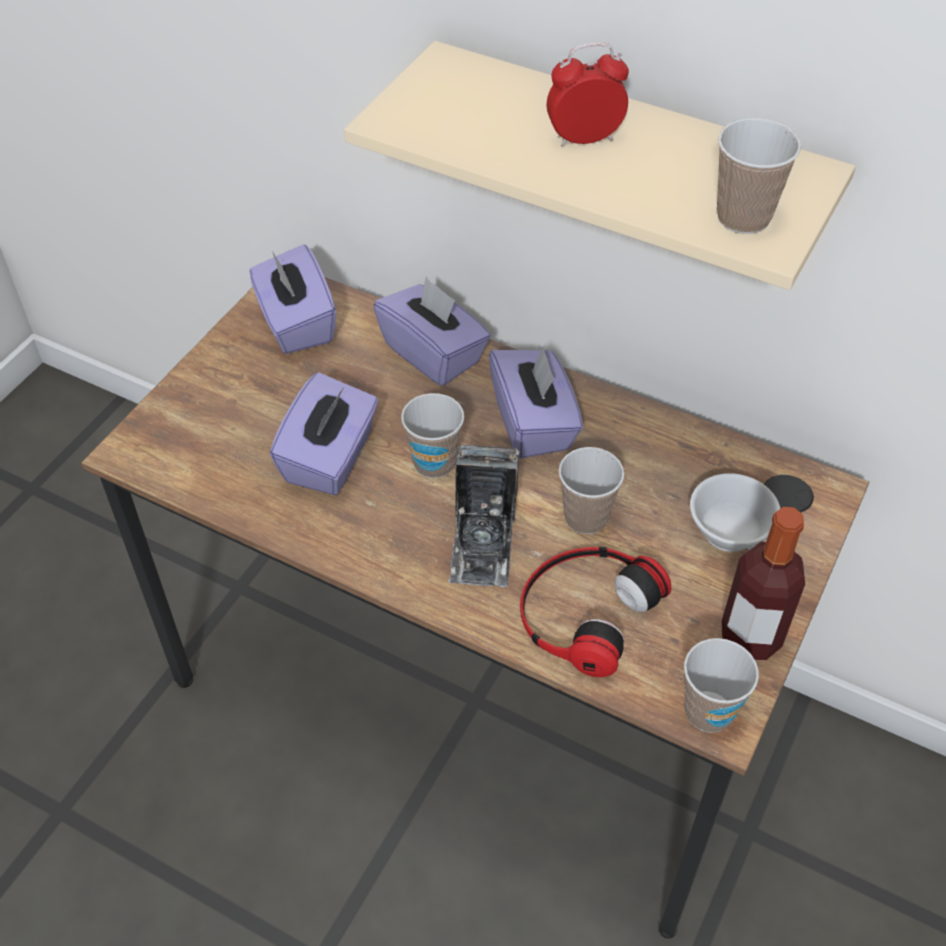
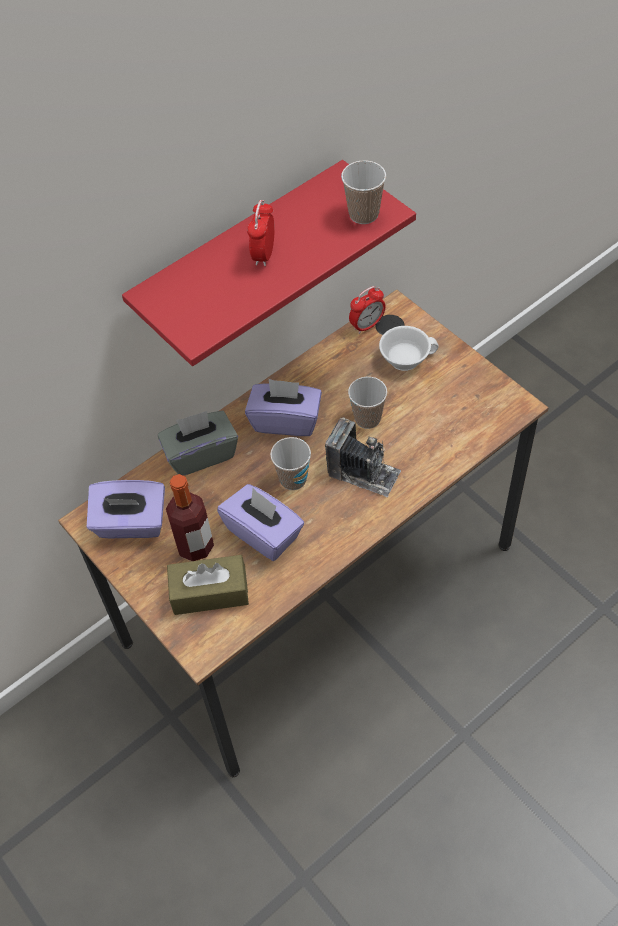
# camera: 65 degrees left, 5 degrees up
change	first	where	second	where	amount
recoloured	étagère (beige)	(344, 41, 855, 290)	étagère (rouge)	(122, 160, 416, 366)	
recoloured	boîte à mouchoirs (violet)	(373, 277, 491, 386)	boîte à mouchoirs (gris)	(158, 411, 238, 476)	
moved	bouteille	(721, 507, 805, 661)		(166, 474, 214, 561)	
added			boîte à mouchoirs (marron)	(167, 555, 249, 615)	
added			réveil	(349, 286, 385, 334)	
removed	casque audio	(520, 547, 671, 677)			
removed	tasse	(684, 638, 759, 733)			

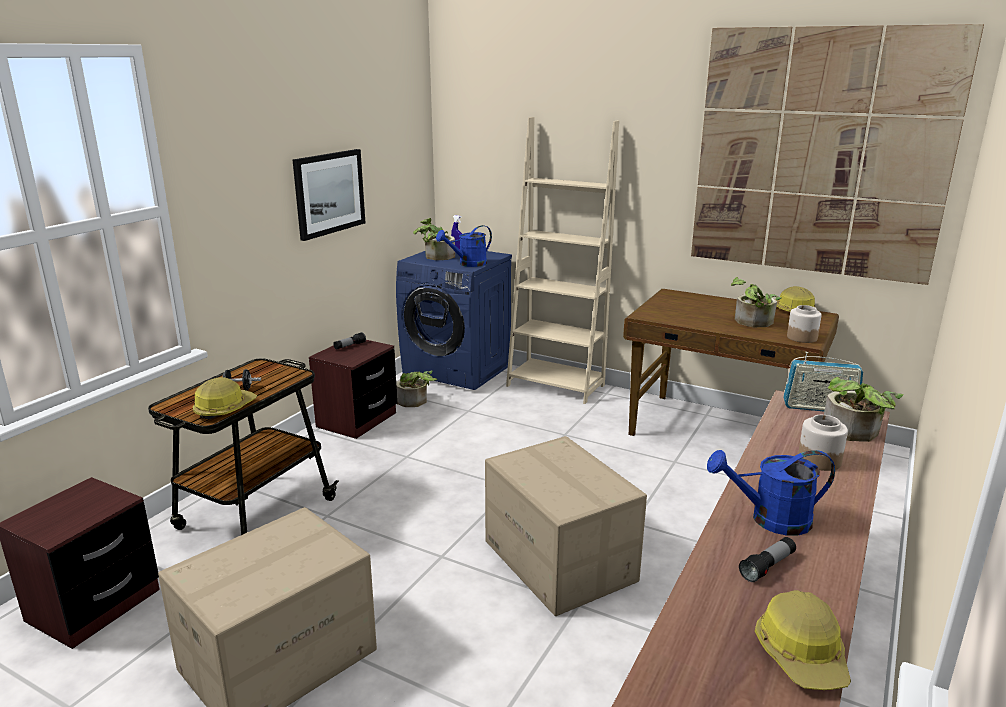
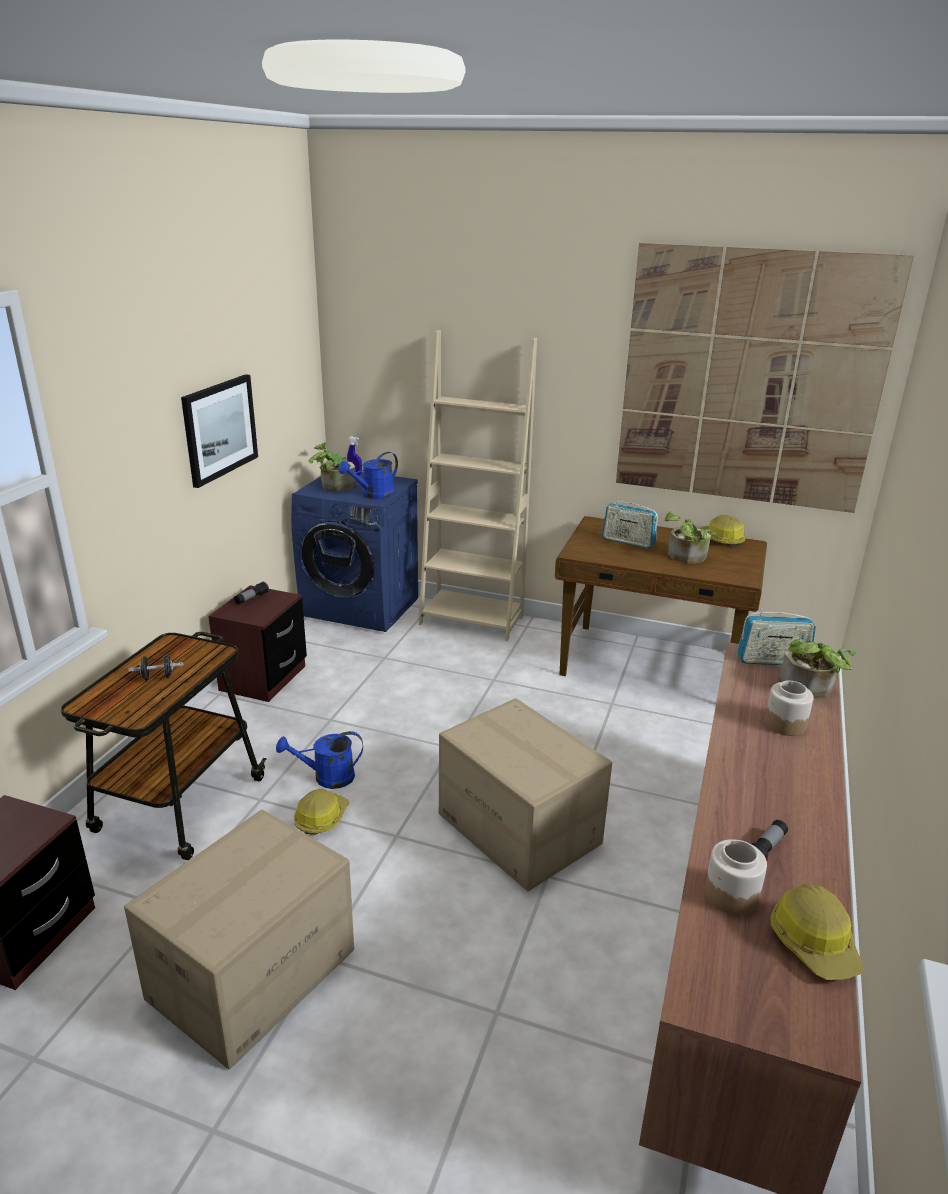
# camera: 10 degrees left, 5 degrees up
change	first	where	second	where	amount
moved	arrosoir (bleu)	(707, 450, 835, 536)		(276, 731, 363, 789)	
moved	casque de chantier	(193, 377, 257, 419)		(294, 789, 349, 835)	
added			radio	(602, 497, 658, 549)	
moved	bocal	(787, 305, 822, 343)		(705, 839, 767, 915)	
removed	plante en pot	(396, 370, 437, 407)			

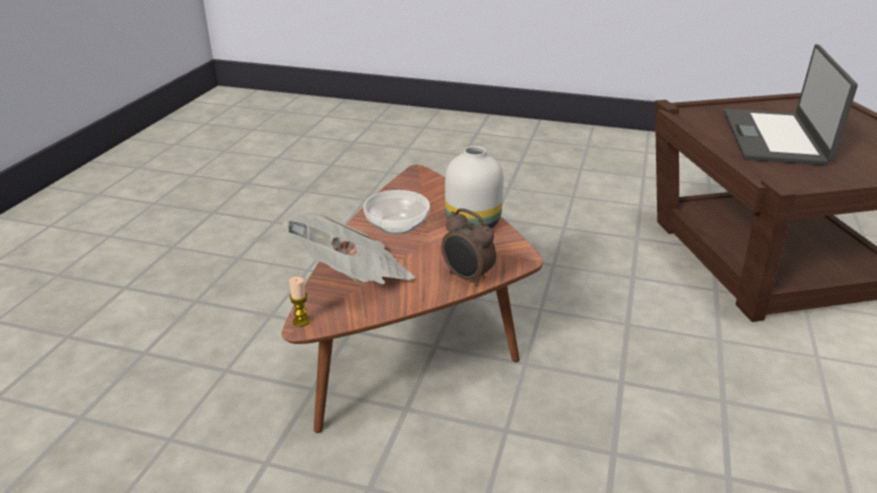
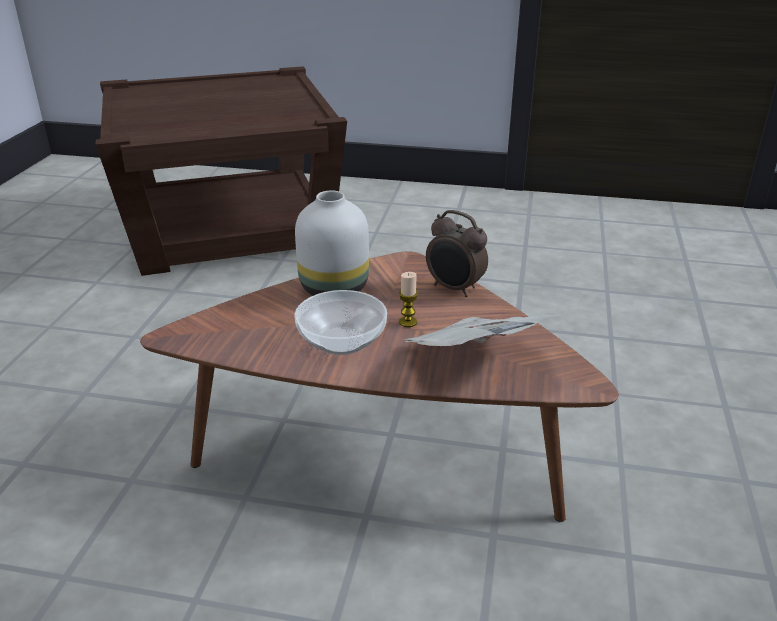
# camera: 95 degrees left, 0 degrees up
change	first	where	second	where	amount
moved	bougie	(289, 277, 310, 327)		(399, 272, 418, 327)	
turned	réveil	(441, 208, 496, 286)		(426, 210, 488, 297)	90 degrees clockwise
removed	ordinateur portable	(724, 44, 858, 165)			

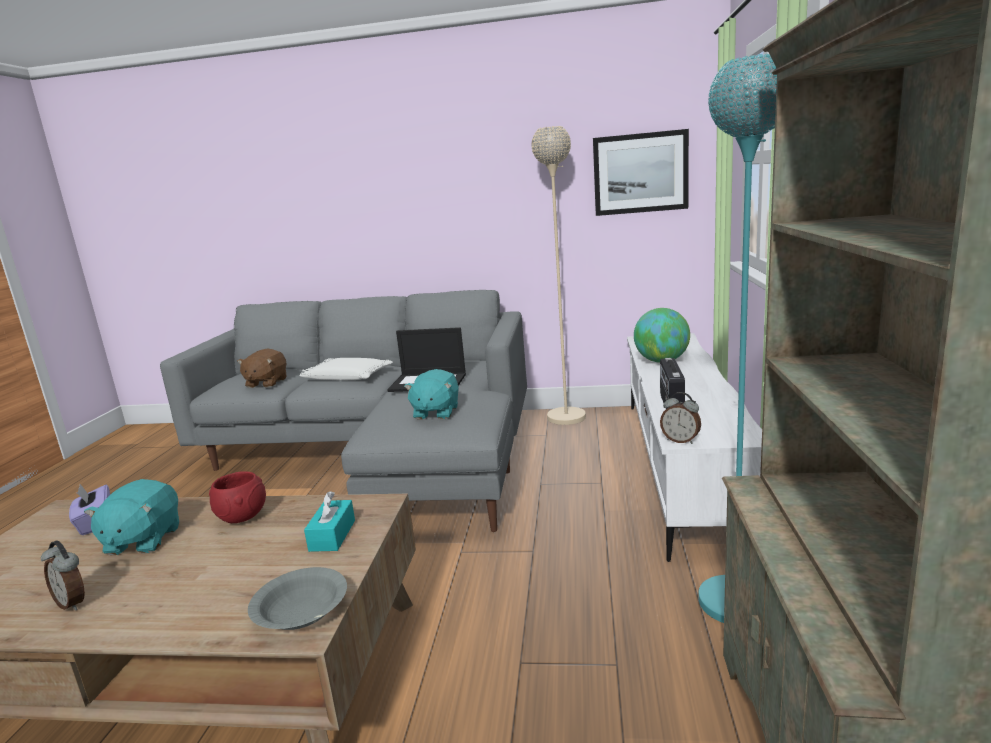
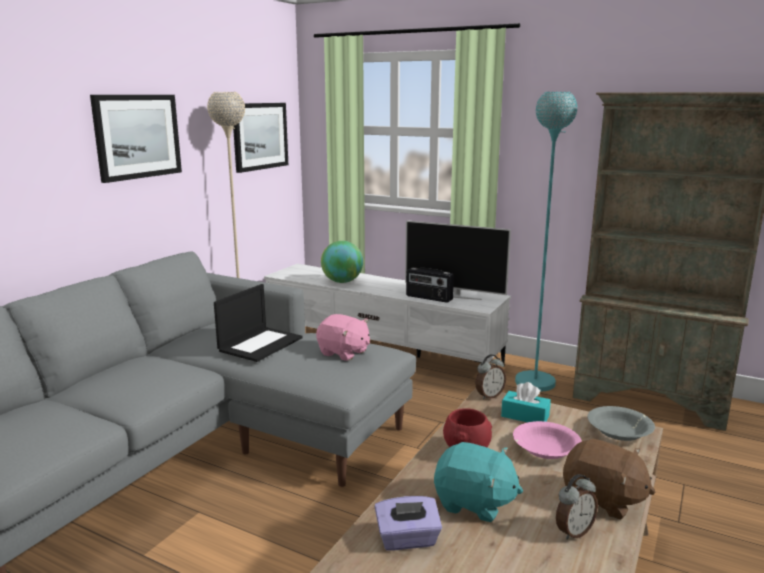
# camera: 70 degrees left, 0 degrees up
change	first	where	second	where	amount
added			tableau	(90, 95, 182, 183)	
recoloured	peluche (turquoise)	(404, 369, 459, 419)	peluche (rose)	(316, 314, 370, 361)	
added			téléviseur	(405, 220, 511, 300)	
moved	réveil	(660, 392, 701, 444)		(476, 354, 506, 400)	
added			bol (rose)	(513, 421, 582, 459)	
moved	peluche (marron)	(237, 348, 286, 388)		(563, 439, 655, 520)	
removed	coussin (blanc)	(299, 358, 393, 381)			

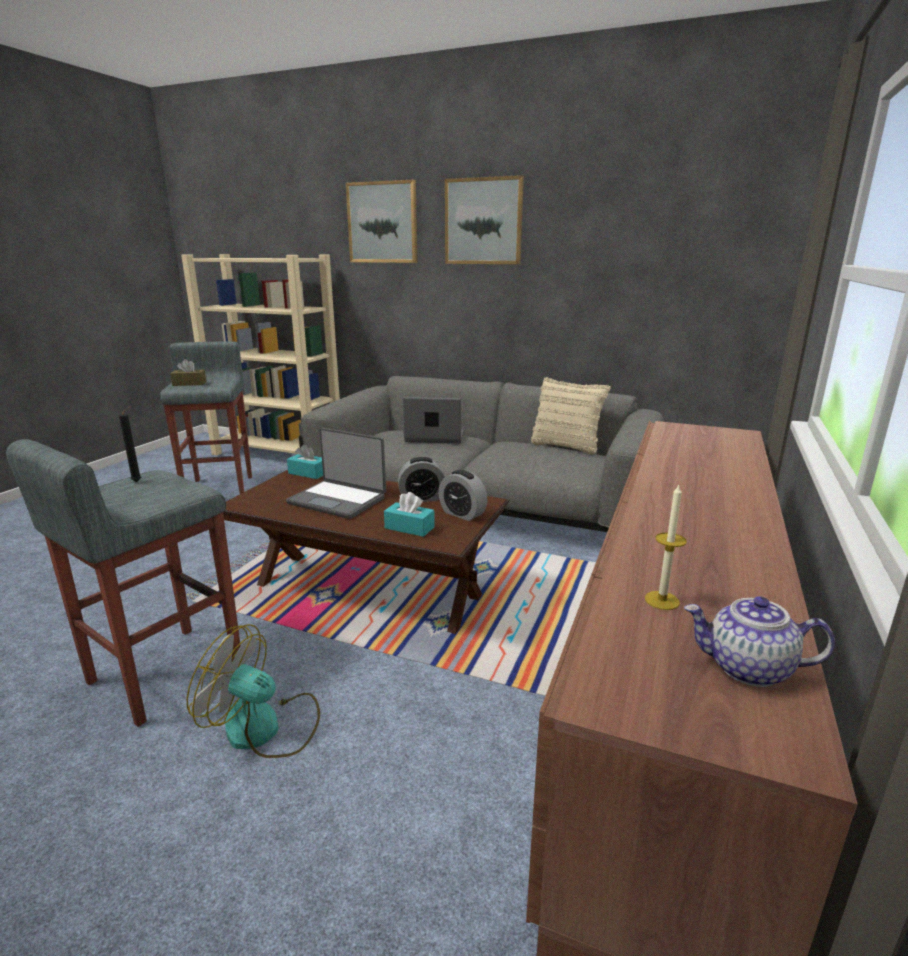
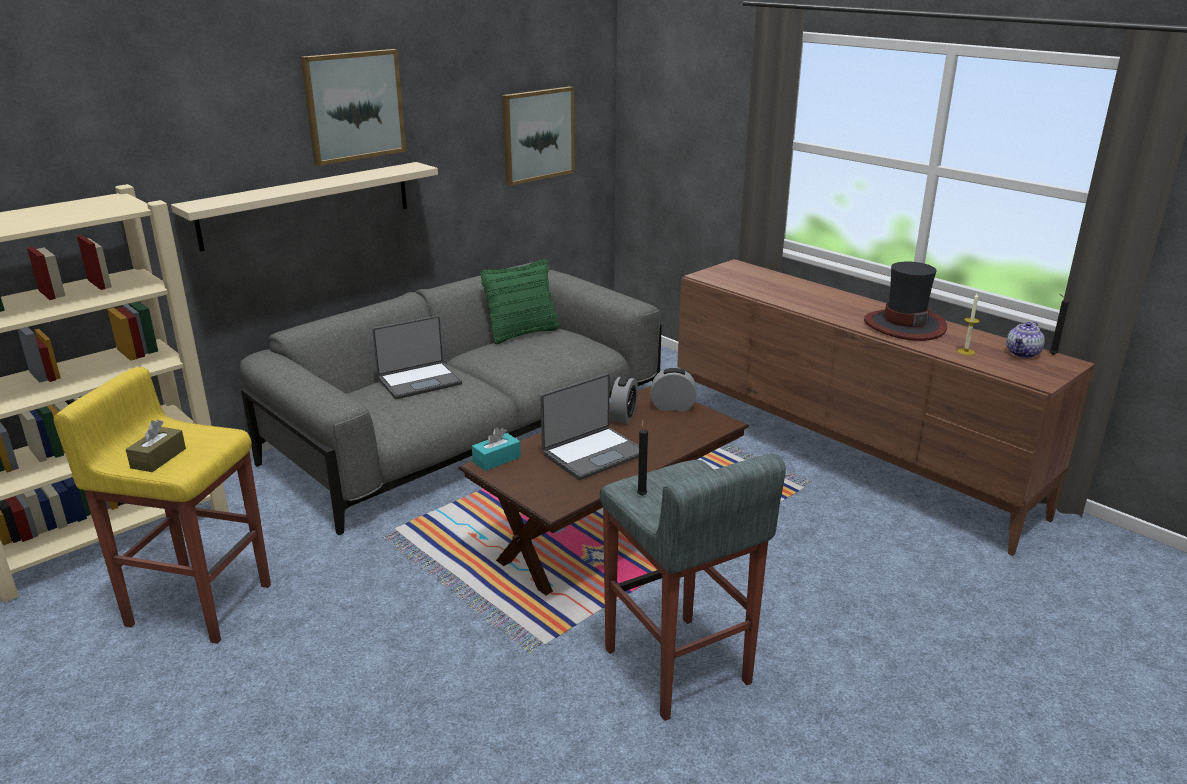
# camera: 65 degrees left, 5 degrees up
change	first	where	second	where	amount
recoloured	tabouret (gris)	(160, 341, 252, 494)	tabouret (jaune)	(53, 367, 271, 644)	
added			étagère (beige)	(171, 162, 438, 252)	
turned	ordinateur portable	(403, 397, 464, 443)		(372, 316, 462, 399)	150 degrees counterclockwise
recoloured	coussin (beige)	(531, 377, 611, 455)	coussin (vert)	(480, 259, 560, 344)	
moved	tableau	(346, 180, 417, 263)		(502, 86, 575, 186)	
turned	réveil	(439, 470, 488, 521)		(651, 368, 696, 411)	150 degrees counterclockwise
added			chapeau	(864, 262, 947, 341)	
added			bougie (noir)	(1050, 294, 1069, 355)	
removed	ventilateur	(187, 624, 320, 758)			
removed	boîte à mouchoirs (turquoise)	(384, 492, 435, 537)			

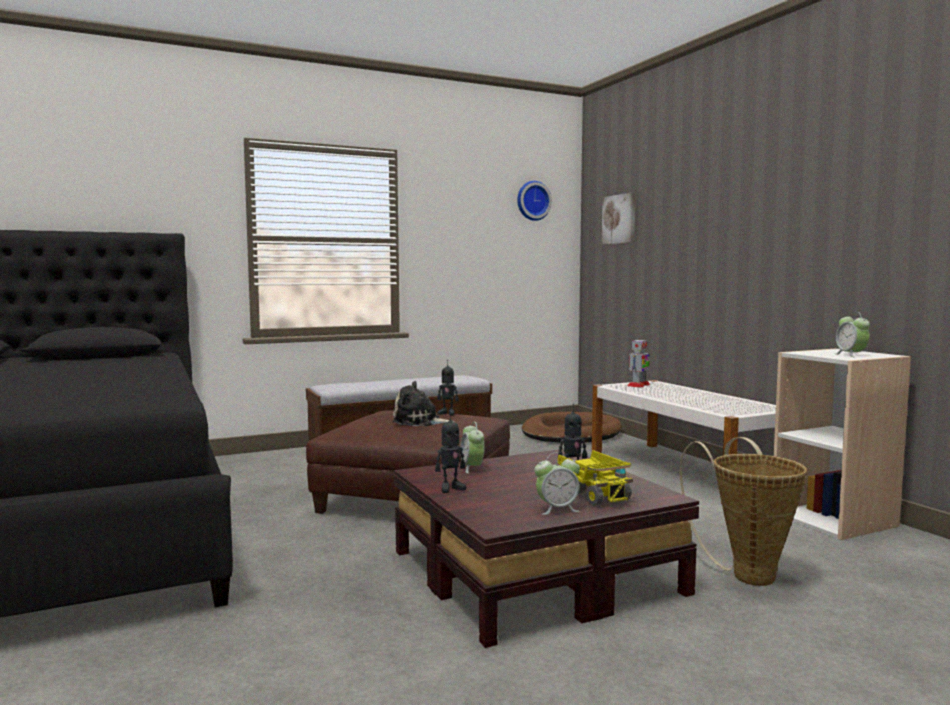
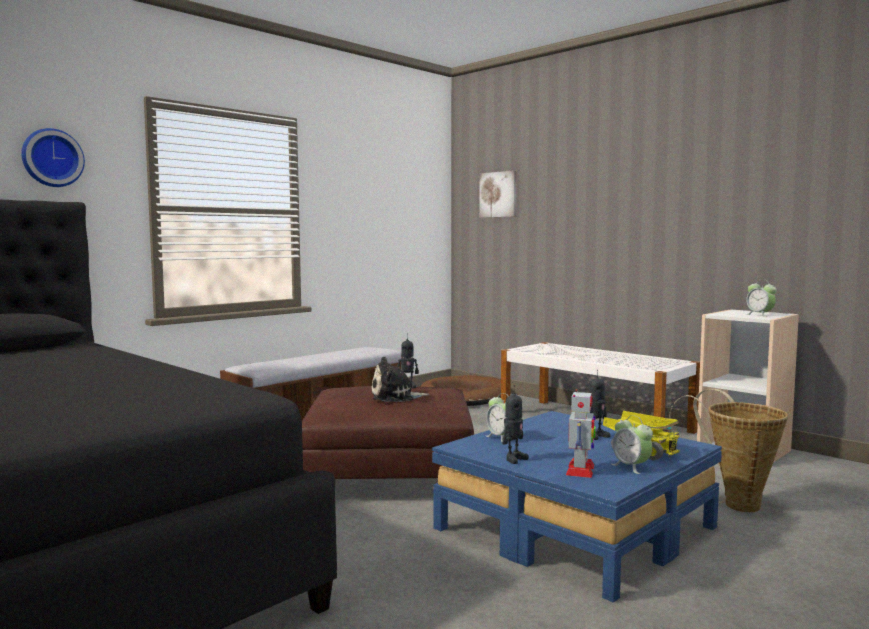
# camera: 20 degrees left, 0 degrees up
change	first	where	second	where	amount
moved	horloge murale	(517, 181, 552, 221)		(21, 128, 85, 187)	
recoloured	table basse (marron)	(394, 449, 699, 648)	table basse (bleu)	(432, 411, 722, 603)	
moved	robot jouet	(627, 339, 650, 388)		(566, 389, 596, 478)	
turned	réveil	(534, 452, 580, 515)		(611, 415, 653, 474)	90 degrees clockwise

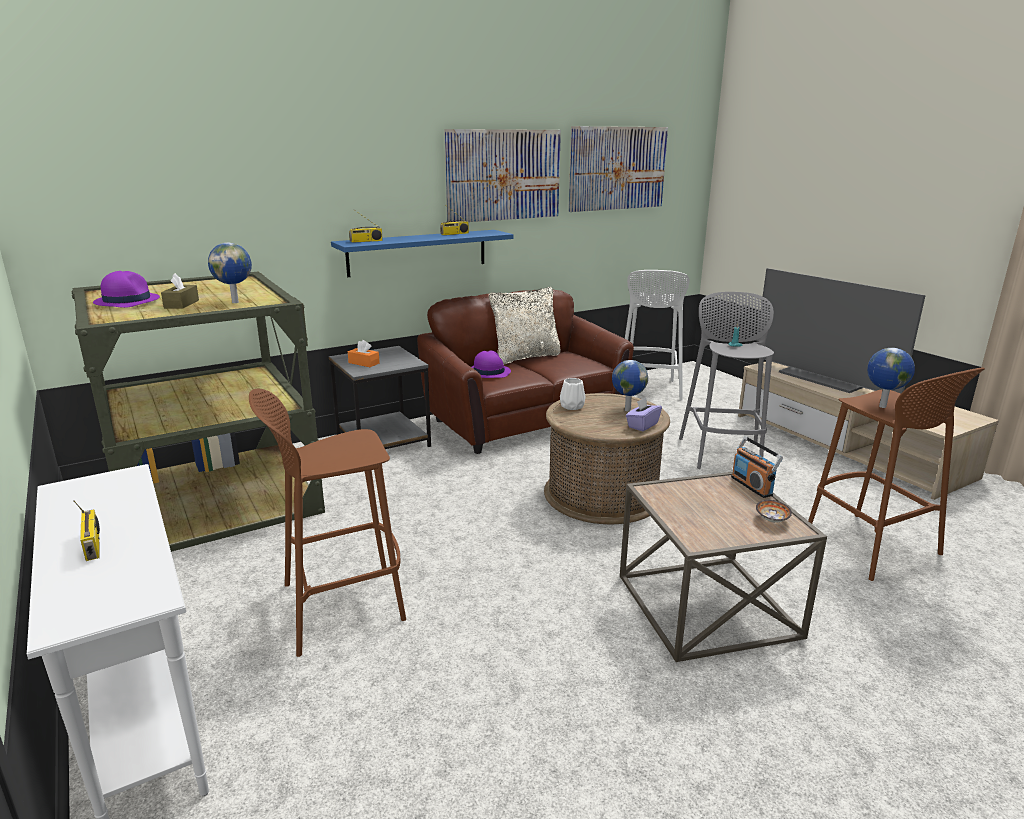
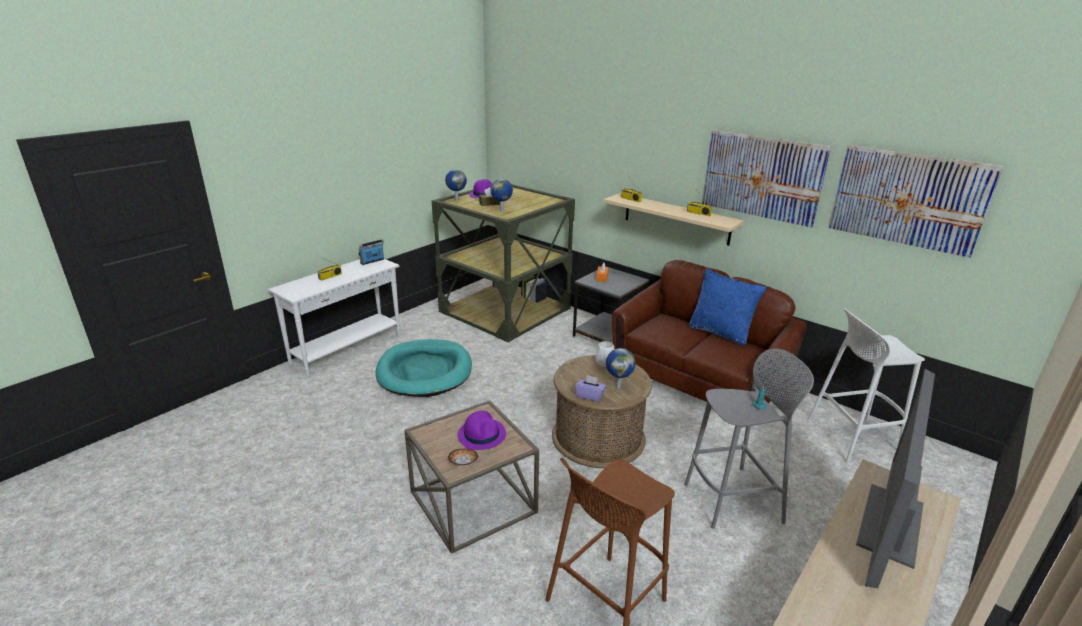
# camera: 70 degrees right, 5 degrees up
change	first	where	second	where	amount
moved	radio	(731, 436, 783, 498)		(358, 239, 384, 265)	
replaced	tabouret (marron)	(249, 388, 406, 657)	panier pour chien (turquoise)	(376, 339, 472, 397)	
moved	globe	(867, 348, 915, 408)		(445, 169, 467, 201)	
moved	chapeau (violet)	(472, 351, 511, 378)		(457, 411, 506, 450)	
recoloured	étagère (bleu)	(331, 230, 513, 277)	étagère (beige)	(603, 193, 744, 246)	
recoloured	coussin (beige)	(488, 287, 561, 365)	coussin (bleu)	(690, 269, 766, 345)	

